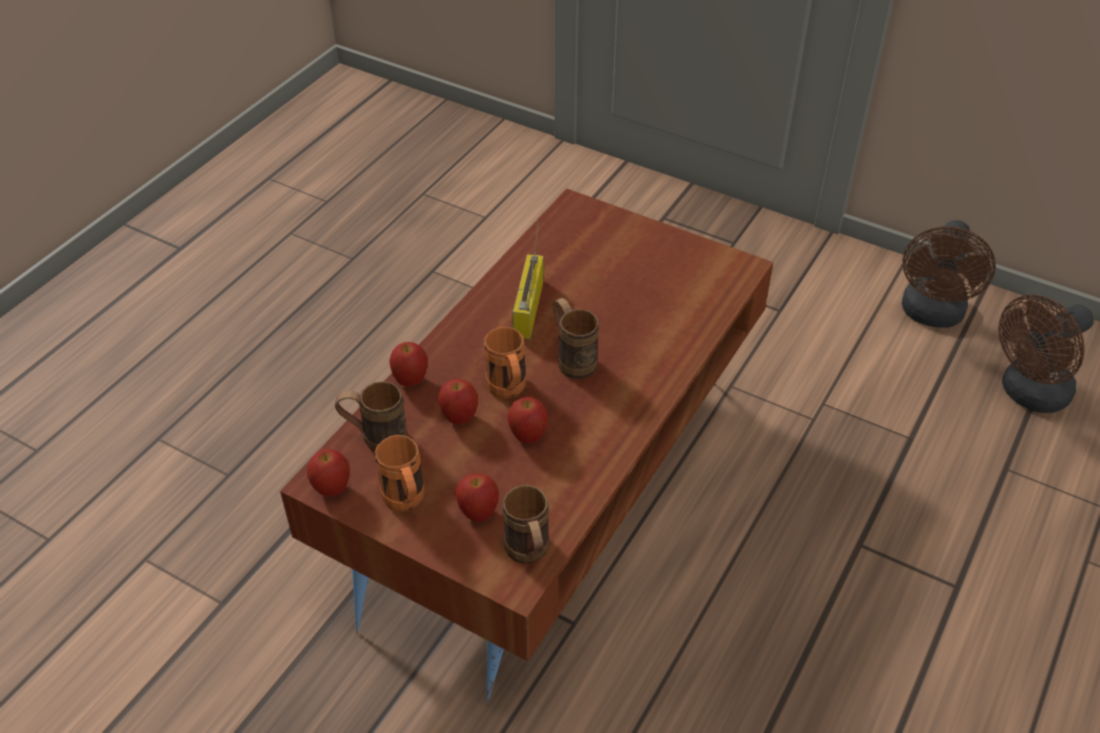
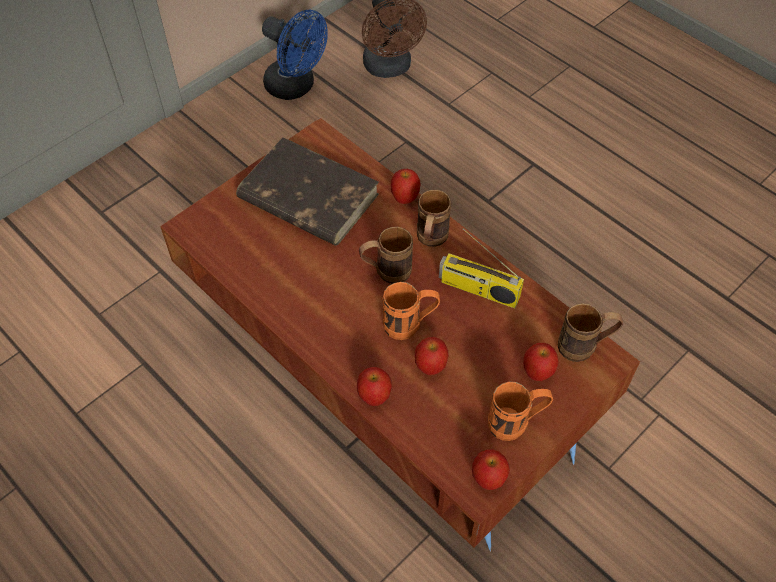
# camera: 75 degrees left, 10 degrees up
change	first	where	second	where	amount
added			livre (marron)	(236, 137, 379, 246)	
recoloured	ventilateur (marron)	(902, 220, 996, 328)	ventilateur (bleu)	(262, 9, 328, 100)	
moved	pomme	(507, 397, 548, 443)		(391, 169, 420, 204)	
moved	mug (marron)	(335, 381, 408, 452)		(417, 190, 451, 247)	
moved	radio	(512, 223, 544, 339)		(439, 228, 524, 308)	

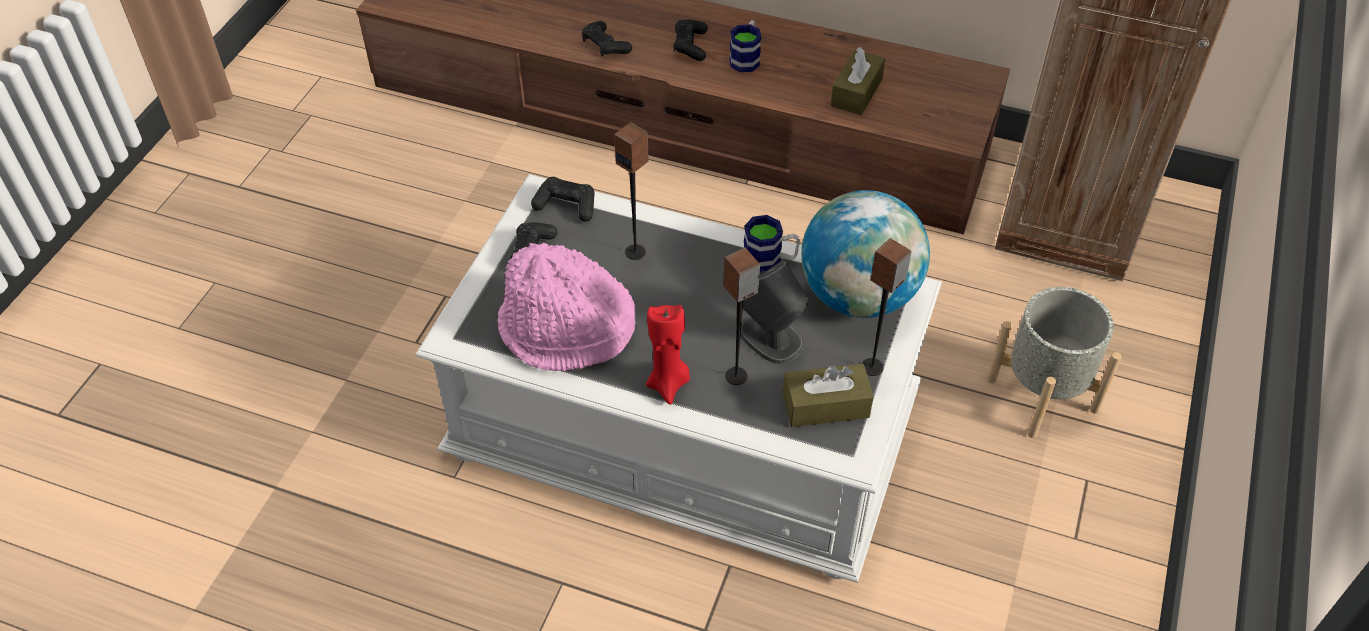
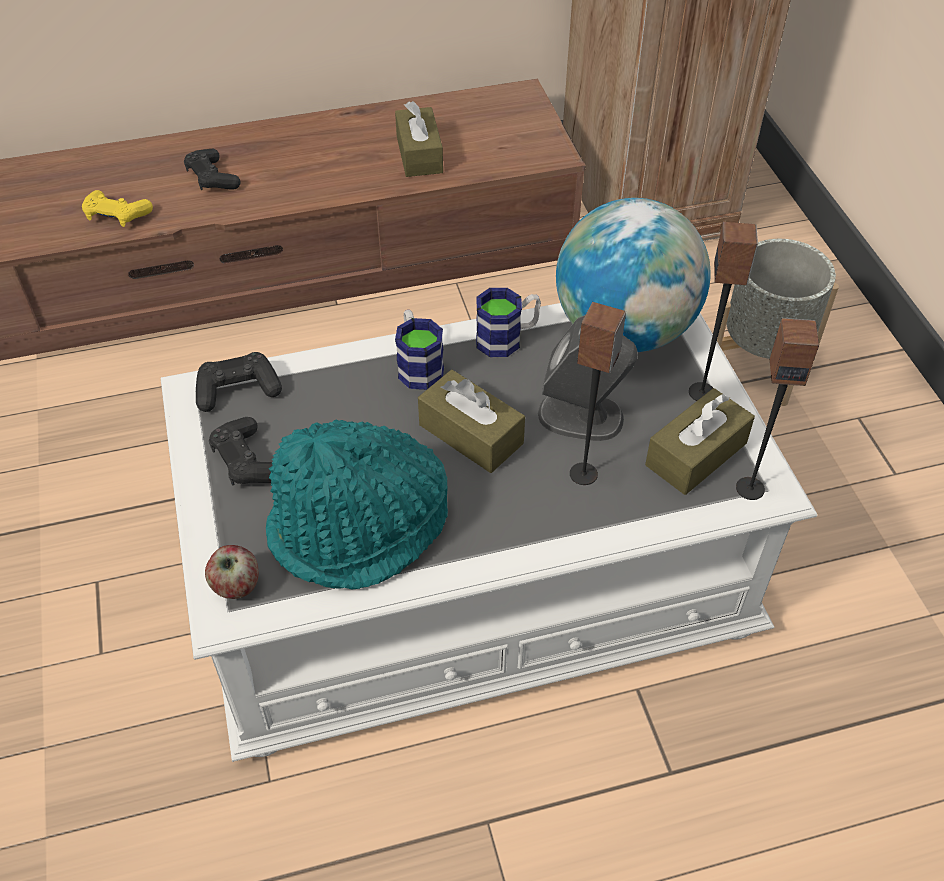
# camera: 35 degrees left, 0 degrees up
change	first	where	second	where	amount
recoloured	manette (noir)	(582, 21, 632, 56)	manette (jaune)	(82, 190, 153, 227)	
added			pomme	(205, 545, 259, 599)	
recoloured	chapeau (rose)	(497, 243, 635, 371)	chapeau (turquoise)	(266, 419, 448, 590)	
moved	mug	(729, 20, 761, 72)		(395, 310, 444, 390)	
added			boîte à mouchoirs (marron)	(418, 370, 525, 473)	
moved	enceinte	(614, 122, 649, 260)		(736, 318, 819, 500)	
removed	bougie (rouge)	(646, 305, 690, 405)			

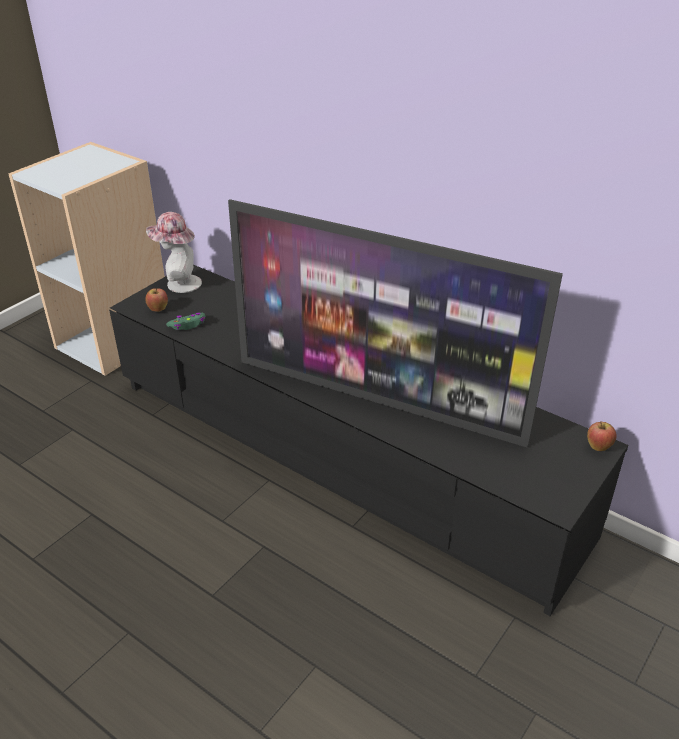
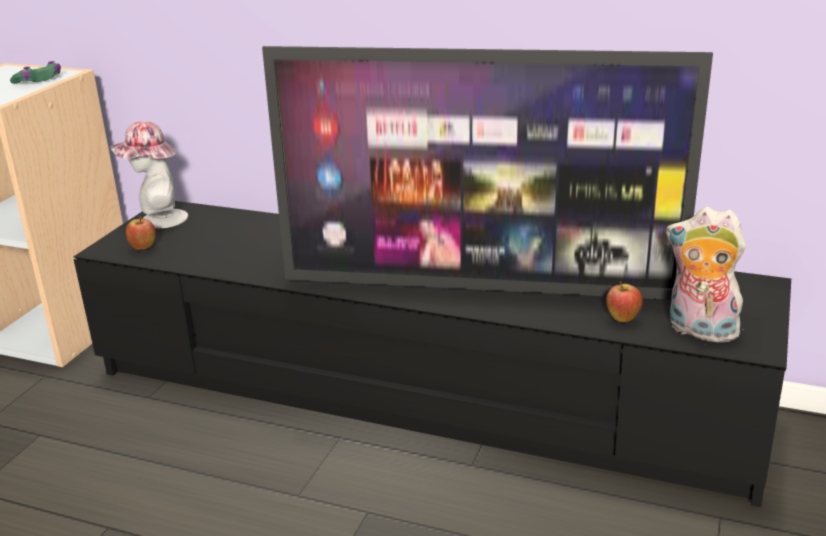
# camera: 15 degrees left, 10 degrees down
change	first	where	second	where	amount
moved	manette (vert)	(166, 313, 205, 330)		(10, 61, 61, 84)	
moved	pomme	(587, 422, 617, 451)		(606, 281, 643, 322)	
added			peluche	(666, 207, 747, 343)	

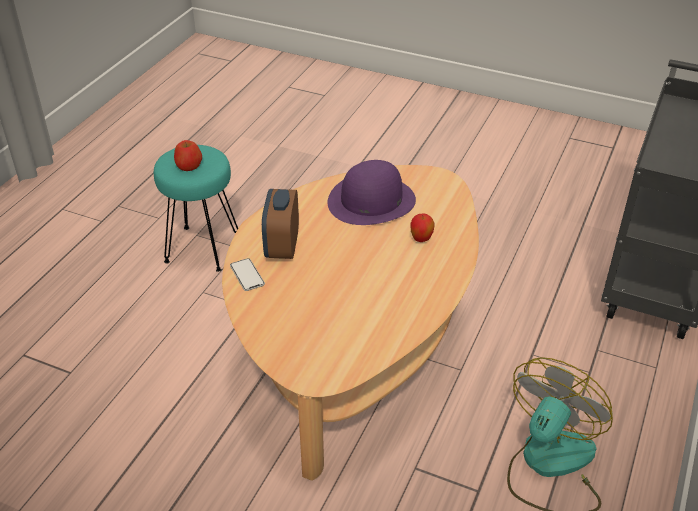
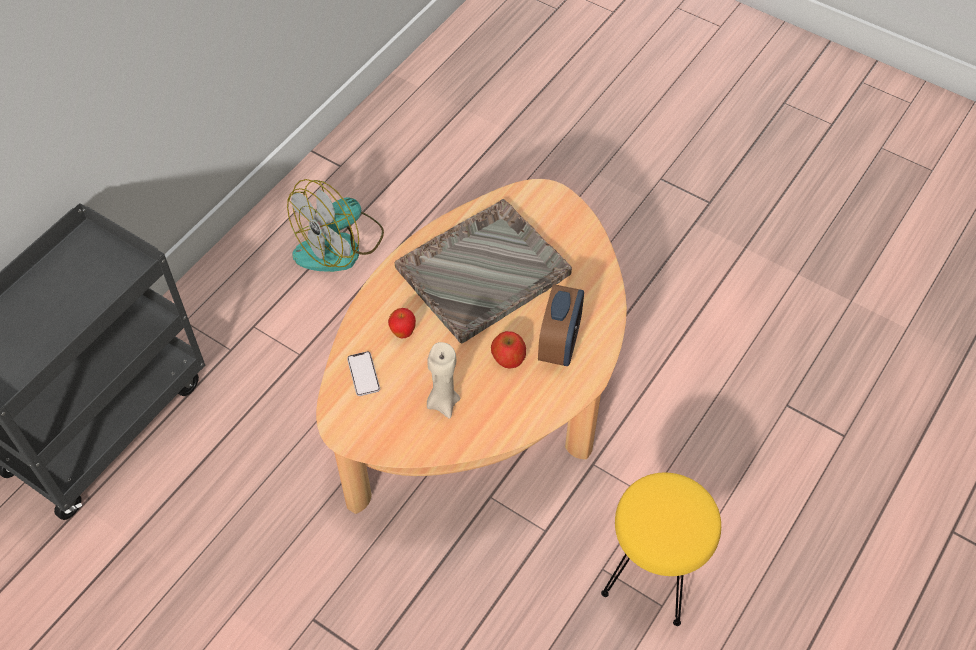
# camera: 170 degrees left, 15 degrees up
change	first	where	second	where	amount
moved	téléphone	(230, 258, 265, 291)		(347, 351, 380, 396)	
added			plateau (gris)	(395, 199, 572, 344)	
replaced	chapeau (violet)	(327, 160, 416, 225)	bougie (beige)	(427, 342, 460, 419)	
moved	pomme	(174, 140, 202, 171)		(491, 331, 526, 368)	
recoloured	tabouret (turquoise)	(154, 145, 238, 272)	tabouret (jaune)	(601, 473, 721, 626)	

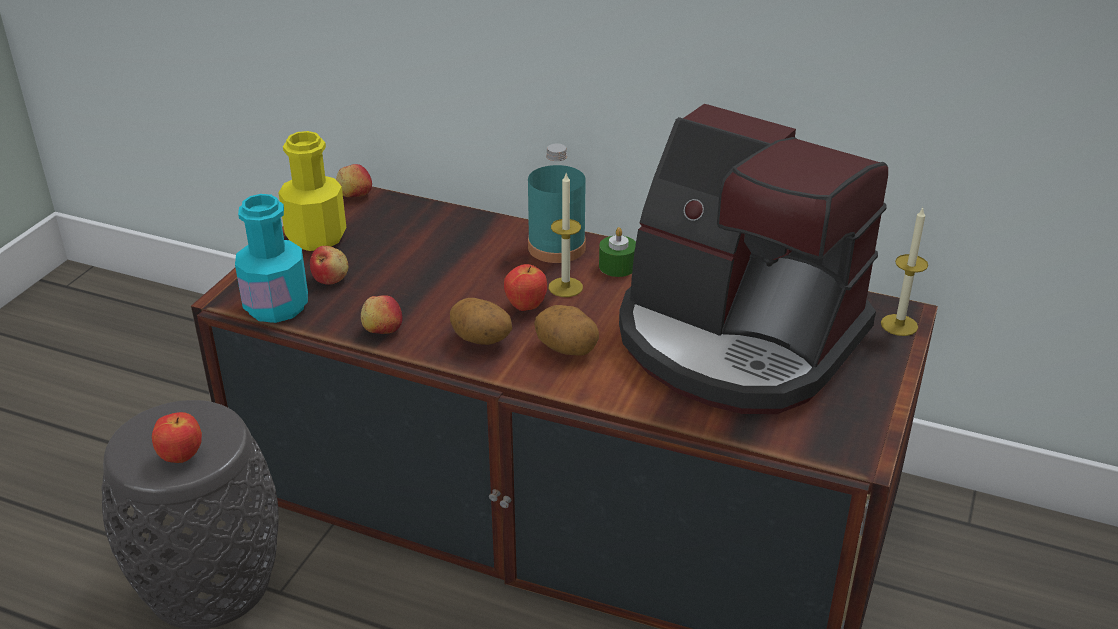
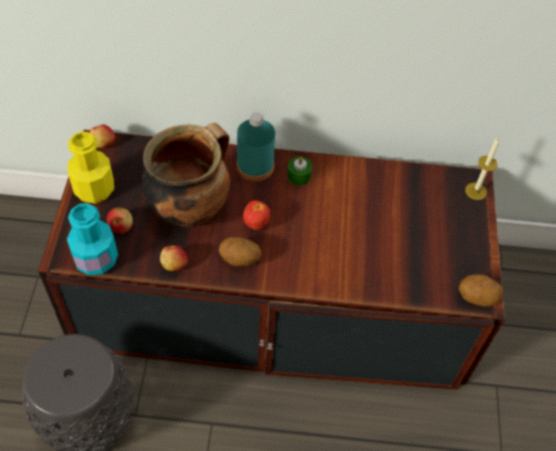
# camera: 20 degrees left, 20 degrees up
change	first	where	second	where	amount
added			marmite	(142, 123, 230, 227)	
moved	pomme de terre	(534, 305, 599, 356)		(459, 275, 503, 307)	
removed	pomme	(152, 412, 202, 463)			
removed	bougie	(549, 173, 583, 297)			
removed	machine à café	(619, 104, 888, 414)			

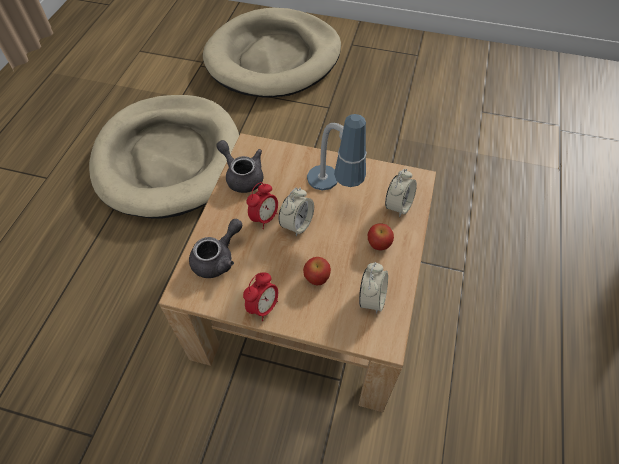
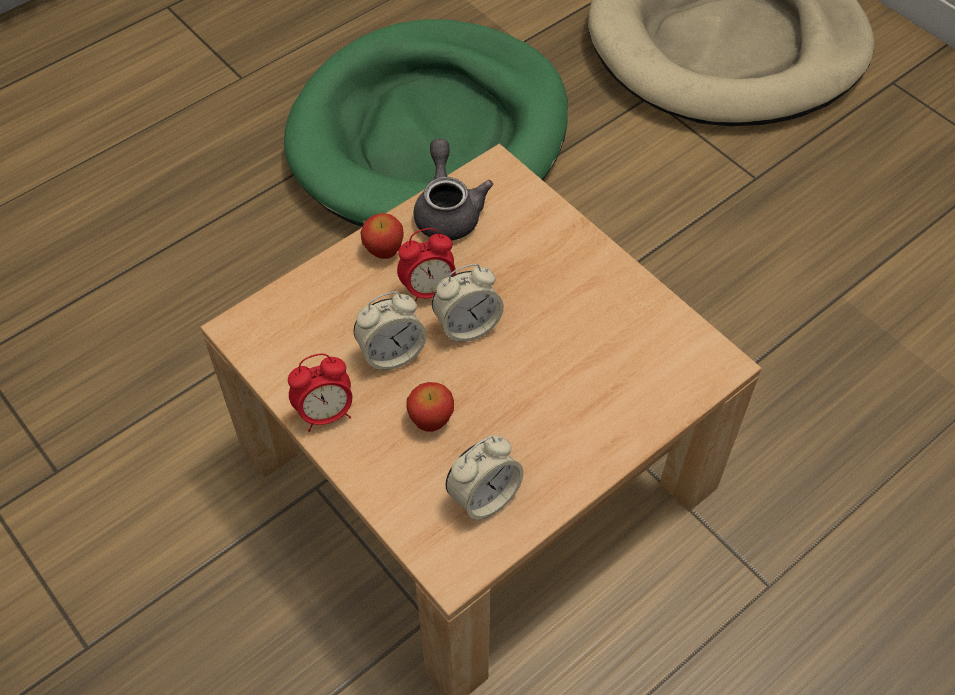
# camera: 35 degrees right, 0 degrees up
change	first	where	second	where	amount
recoloured	panier pour chien (beige)	(89, 95, 239, 219)	panier pour chien (vert)	(284, 19, 568, 227)	
moved	réveil	(385, 169, 417, 217)		(354, 291, 427, 371)	
moved	pomme	(368, 223, 394, 250)		(360, 213, 404, 259)	
removed	théière (gris)	(189, 219, 242, 278)			
removed	lampe de table	(307, 114, 367, 191)			

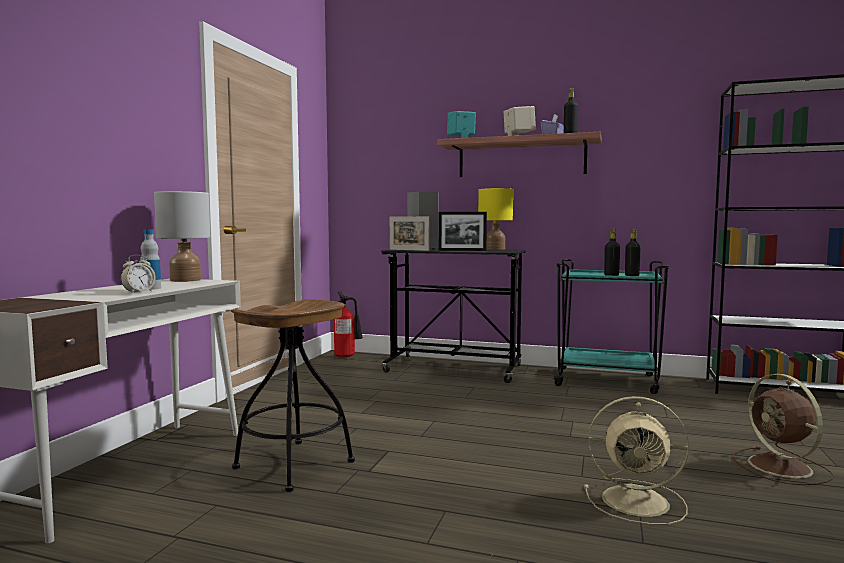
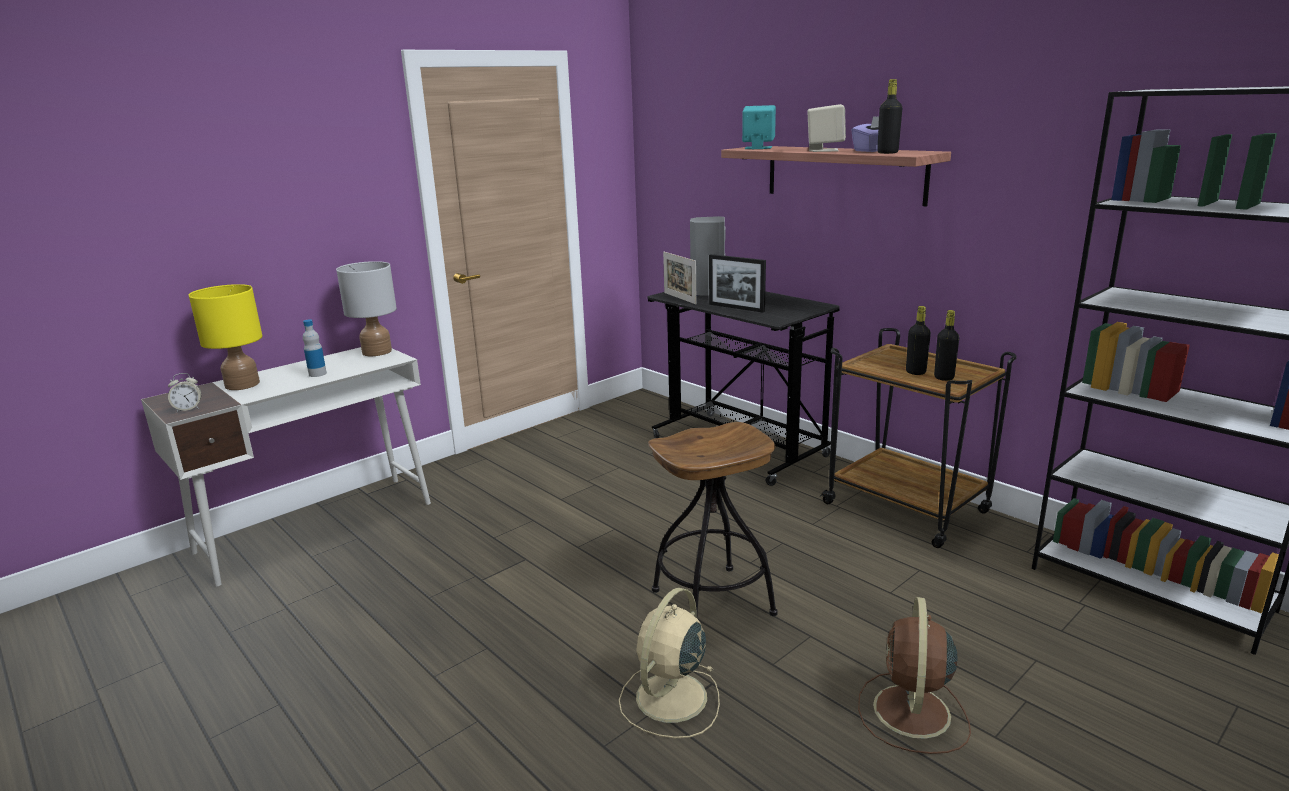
# camera: 30 degrees right, 15 degrees up
change	first	where	second	where	amount
moved	réveil	(121, 255, 156, 294)		(168, 373, 201, 412)	
moved	lampe de table (jaune)	(478, 188, 513, 250)		(189, 284, 263, 390)	
turned	ventilateur (beige)	(584, 396, 689, 525)		(619, 588, 720, 738)	75 degrees clockwise
moved	tabouret (marron)	(231, 299, 355, 492)		(648, 422, 778, 616)	
recoloured	chariot (turquoise)	(551, 259, 669, 394)	chariot (marron)	(820, 328, 1017, 548)	
removed	extincteur	(334, 291, 363, 358)			

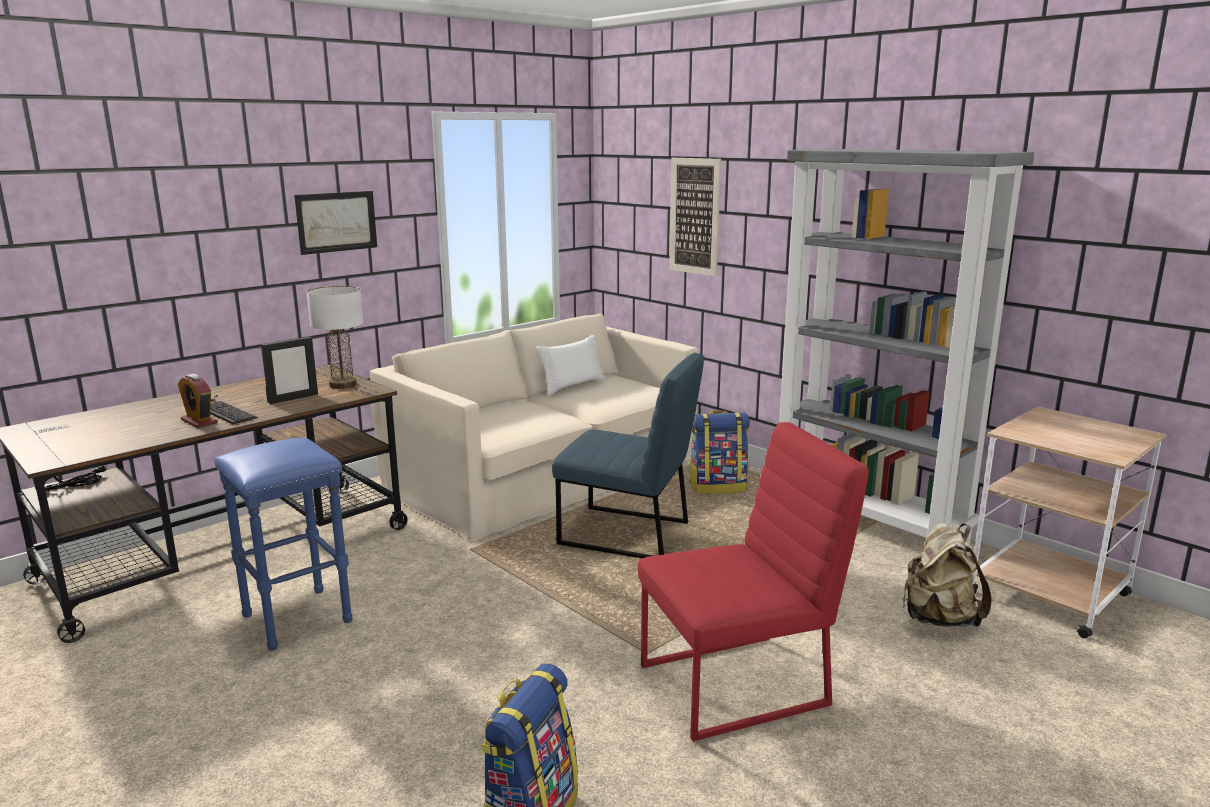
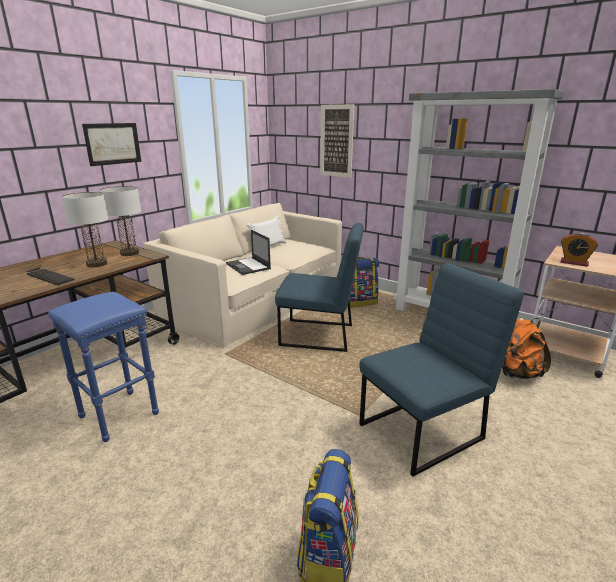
# camera: 10 degrees left, 5 degrees up
change	first	where	second	where	amount
replaced	cadre photo	(261, 337, 318, 404)	lampe de table	(61, 192, 108, 267)	
added			ordinateur portable	(226, 230, 271, 275)	
recoloured	chaise (rouge)	(638, 422, 869, 741)	chaise (bleu)	(359, 263, 524, 476)	
recoloured	sac à dos (beige)	(902, 523, 992, 627)	sac à dos (orange)	(502, 318, 551, 379)	
moved	réveil	(178, 374, 218, 428)		(561, 232, 598, 267)	

